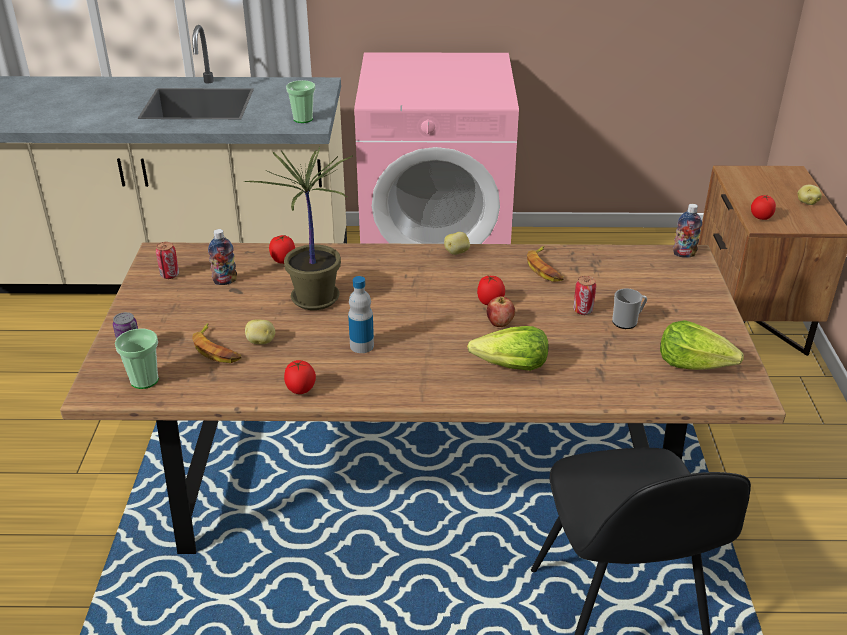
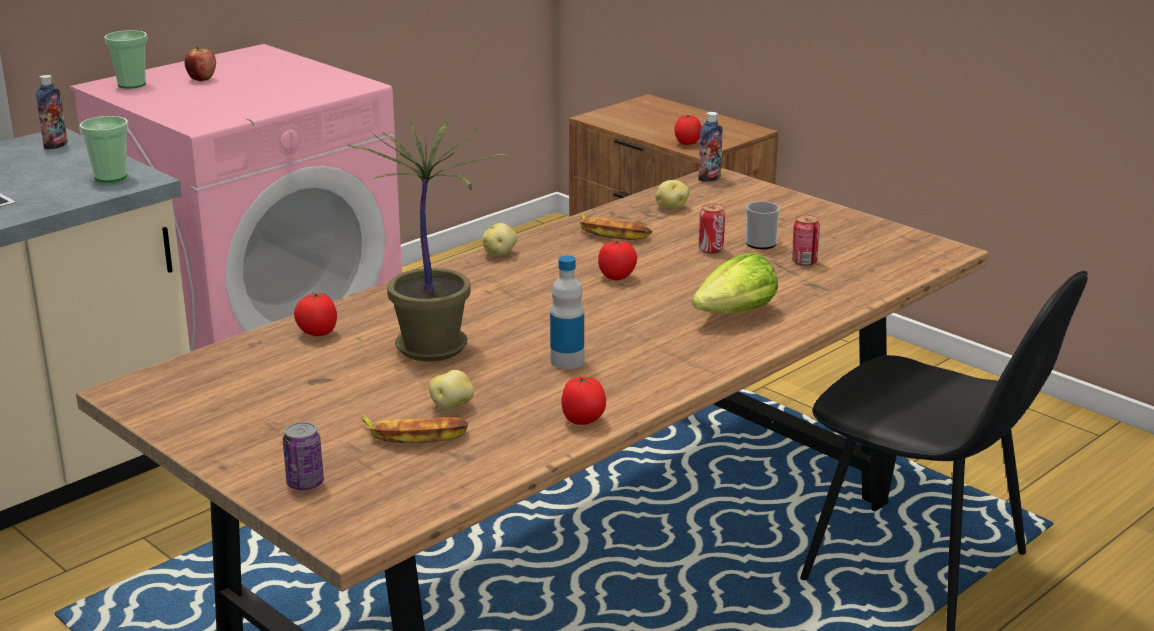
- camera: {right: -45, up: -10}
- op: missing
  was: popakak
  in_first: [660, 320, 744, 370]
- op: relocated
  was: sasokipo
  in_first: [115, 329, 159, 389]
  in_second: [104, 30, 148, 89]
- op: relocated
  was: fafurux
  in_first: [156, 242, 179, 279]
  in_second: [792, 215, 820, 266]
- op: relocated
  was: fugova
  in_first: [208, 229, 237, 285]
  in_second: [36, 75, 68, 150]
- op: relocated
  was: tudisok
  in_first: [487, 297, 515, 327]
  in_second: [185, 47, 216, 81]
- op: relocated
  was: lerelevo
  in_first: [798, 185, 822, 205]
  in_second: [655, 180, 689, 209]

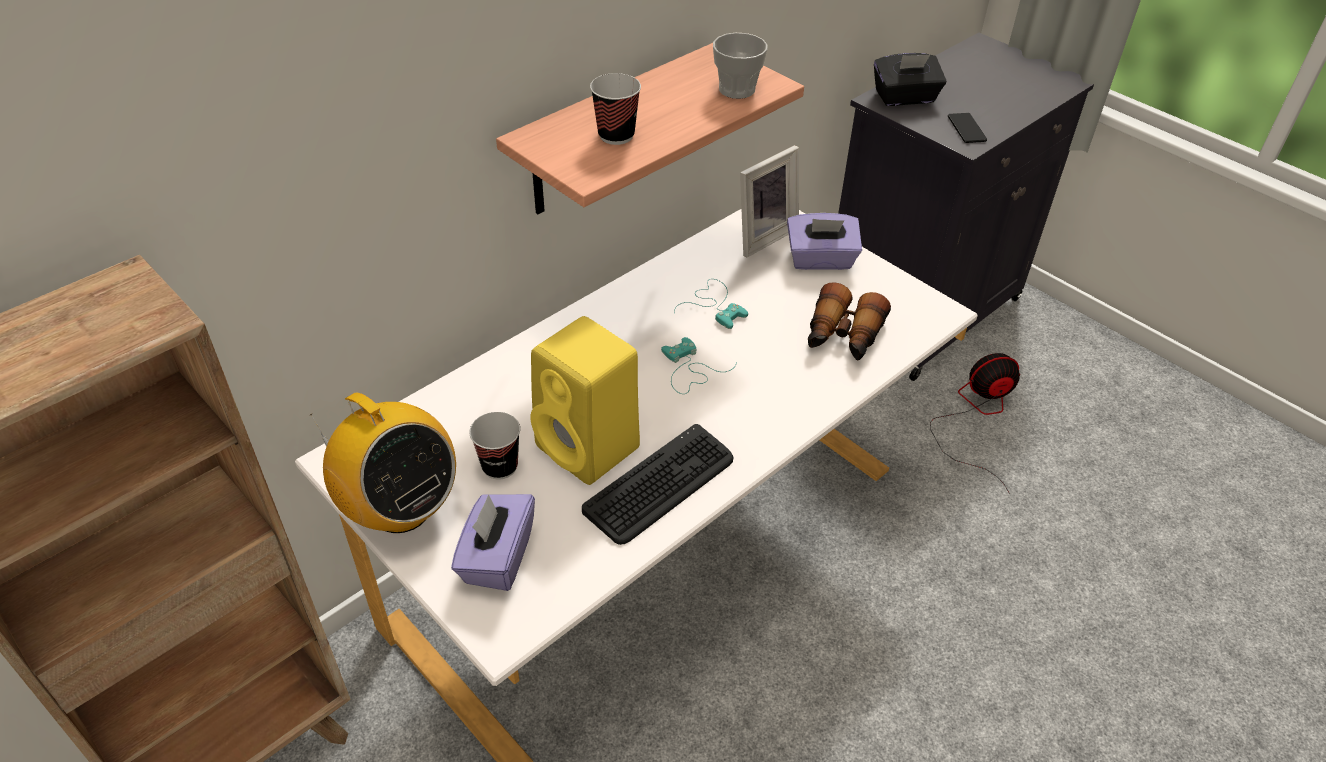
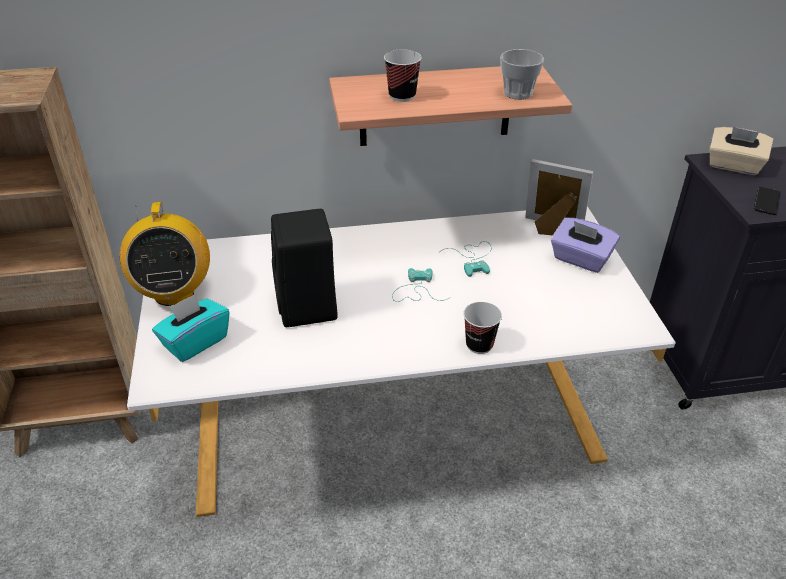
- camera: {right: 35, up: -5}
- op: missing
  was: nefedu
  in_first: [582, 424, 734, 545]
- op: missing
  was: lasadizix
  in_first: [808, 282, 891, 361]
- op: missing
  was: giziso
  in_first: [930, 353, 1020, 494]
- op: relocated
  was: sasokipo
  in_first: [469, 412, 520, 480]
  in_second: [463, 302, 502, 354]
- op: colour
  was: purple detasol
  now: turquoise detasol
  in_first: [451, 494, 535, 591]
  in_second: [152, 293, 229, 362]
- op: colour
  was: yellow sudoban
  now: black sudoban
  in_first: [530, 316, 640, 485]
  in_second: [271, 209, 338, 327]
- op: colour
  was: black detasol
  now: beige detasol
  in_first: [874, 53, 946, 106]
  in_second: [709, 127, 773, 175]
- op: spun
  was: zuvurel
  in_first: [740, 145, 799, 257]
  in_second: [525, 159, 593, 236]
  clockwise: -150

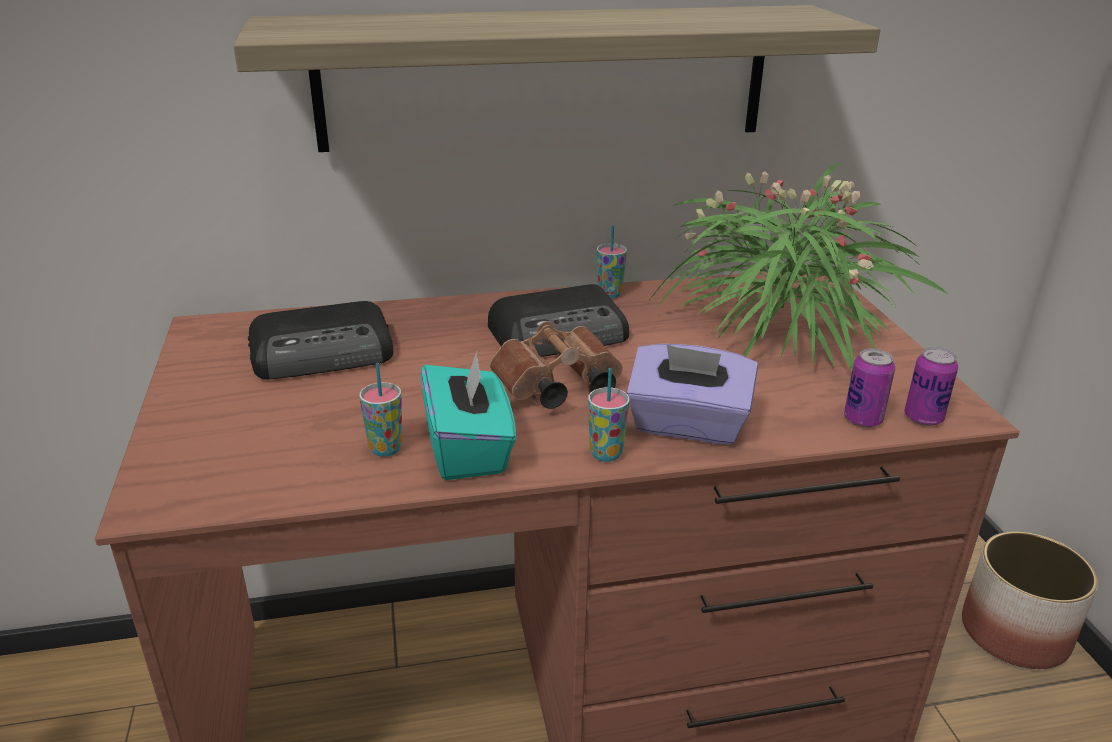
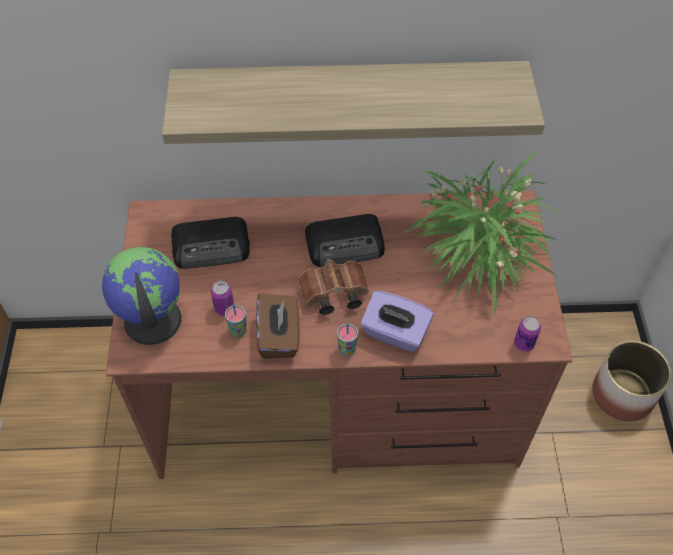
- camera: {right: 10, up: 25}
- op: missing
  was: sasokipo
  in_first: [597, 225, 627, 298]
- op: appeared
  now: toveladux
  in_second: [102, 247, 181, 345]
- op: relocated
  was: fafurux
  in_first: [844, 349, 895, 427]
  in_second: [211, 281, 234, 316]
- op: colour
  was: turquoise detasol
  now: brown detasol
  in_first: [421, 352, 516, 480]
  in_second: [256, 293, 299, 359]

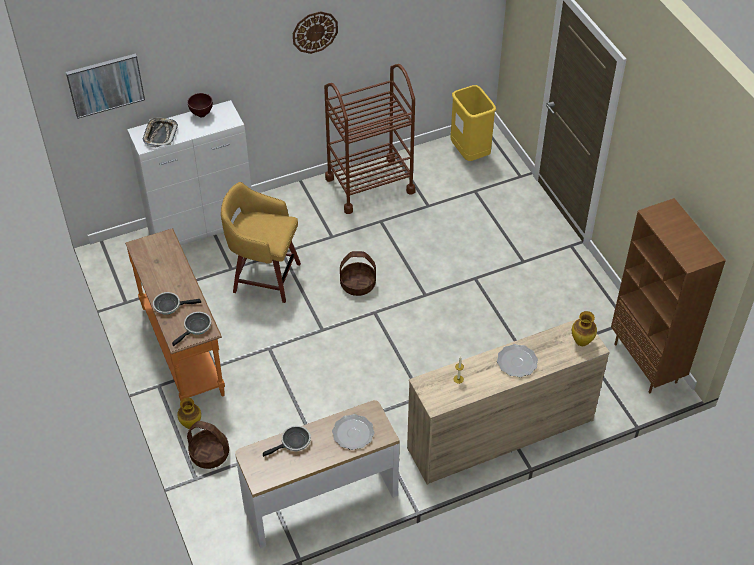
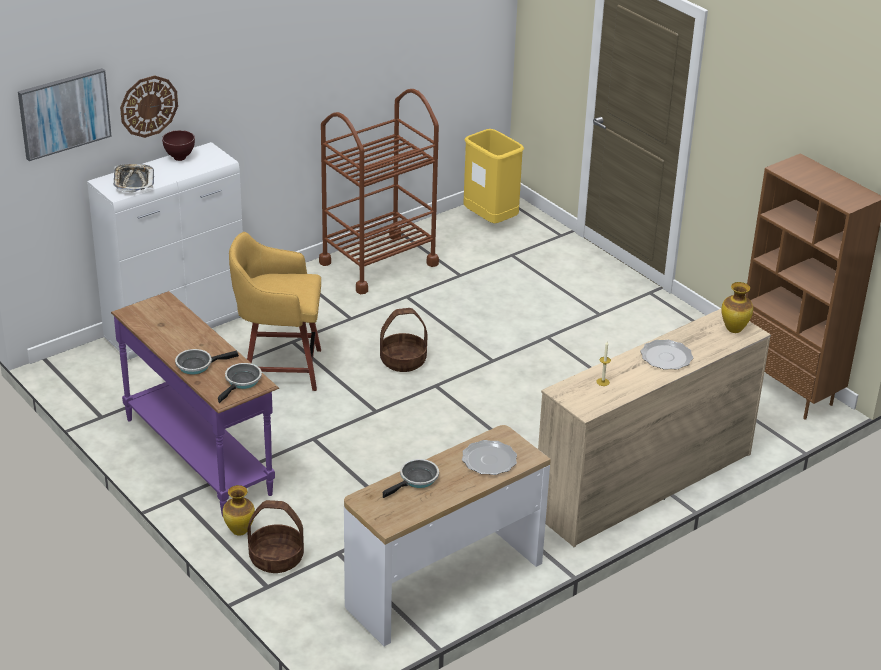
- camera: {right: -15, up: -15}
- op: relocated
  was: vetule
  in_first: [293, 11, 338, 54]
  in_second: [120, 75, 178, 138]
- op: colour
  was: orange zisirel
  now: purple zisirel
  in_first: [125, 228, 225, 401]
  in_second: [111, 291, 279, 516]

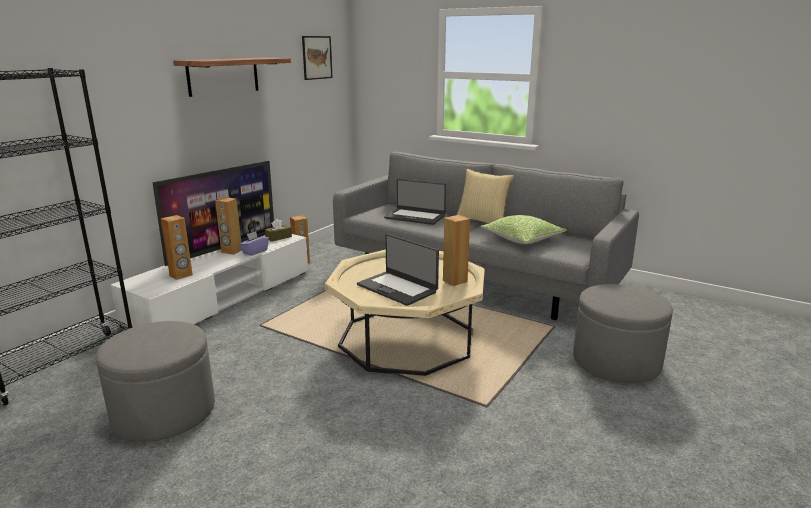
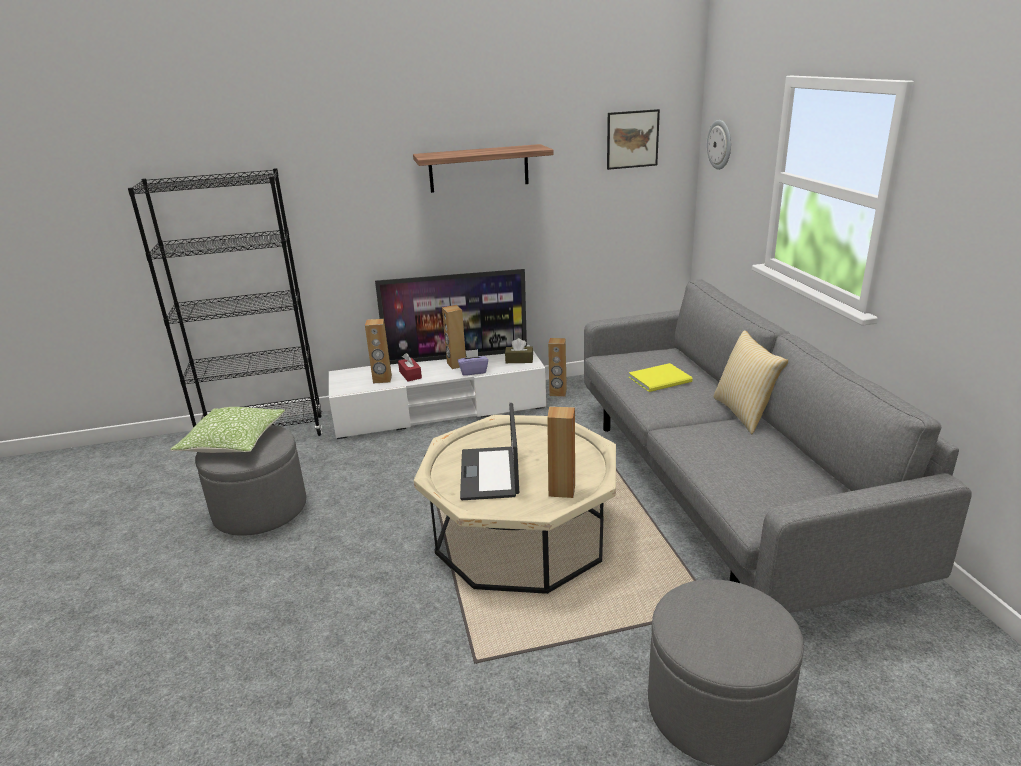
- camera: {right: 45, up: 5}
- op: appeared
  now: red detasol
  in_second: [398, 353, 422, 381]
- op: appeared
  now: vetule
  in_second: [707, 120, 731, 170]
- op: relocated
  was: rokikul
  in_first: [480, 215, 567, 244]
  in_second: [171, 407, 285, 453]
- op: exchanged
  was: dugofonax
  now: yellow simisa
  in_first: [384, 179, 446, 225]
  in_second: [629, 363, 693, 392]

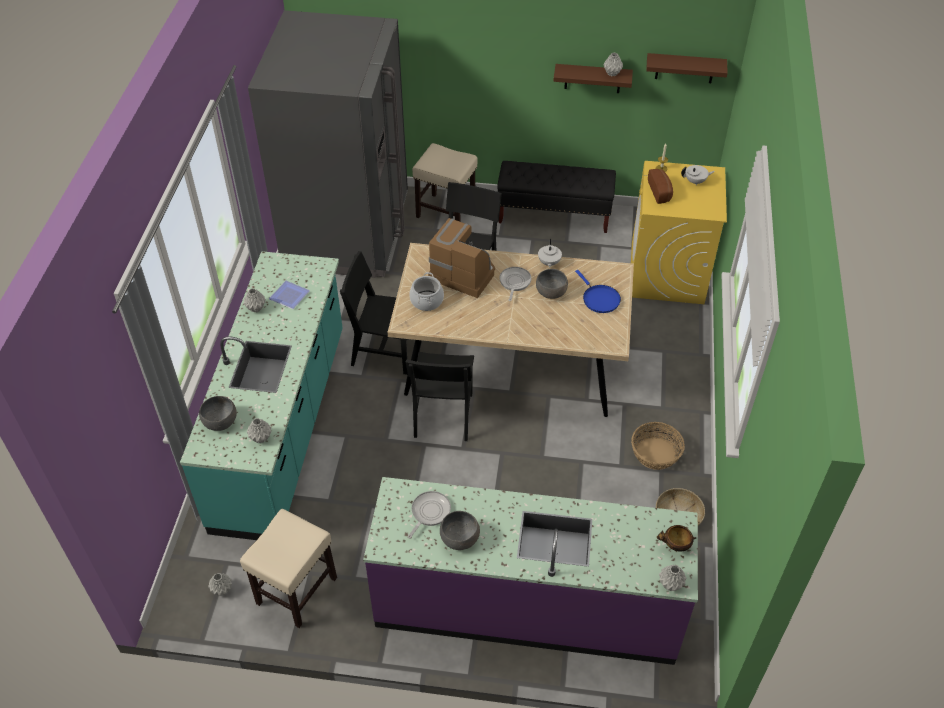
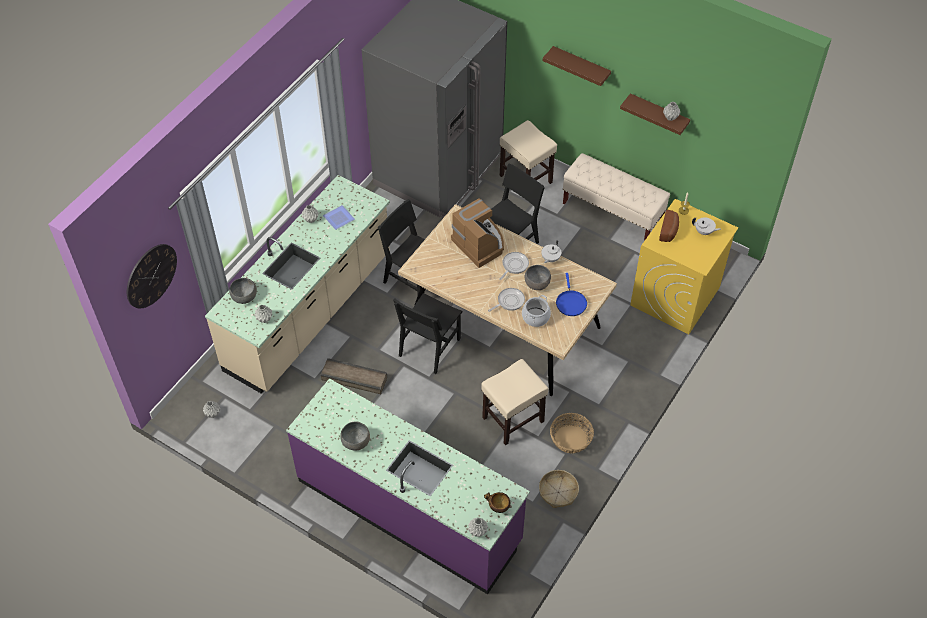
- camera: {right: 25, up: 5}
- op: appeared
  now: vetule
  in_second: [127, 244, 177, 309]
- op: appeared
  now: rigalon
  in_second: [321, 358, 387, 394]
- op: relocated
  was: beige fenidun
  in_first: [240, 509, 337, 628]
  in_second: [481, 359, 549, 445]
- op: relocated
  was: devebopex
  in_first: [408, 491, 451, 538]
  in_second: [488, 288, 525, 312]
- op: relocated
  was: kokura
  in_first: [409, 272, 444, 311]
  in_second: [522, 295, 551, 327]
- op: relocated
  was: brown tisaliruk
  in_first: [646, 53, 728, 83]
  in_second: [543, 46, 611, 86]
- op: colour
  was: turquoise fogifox
  now: beige fogifox
  in_first: [180, 251, 343, 540]
  in_second: [205, 175, 390, 394]
- op: colour
  was: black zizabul
  now: beige zizabul
  in_first: [497, 161, 616, 233]
  in_second: [563, 153, 670, 240]

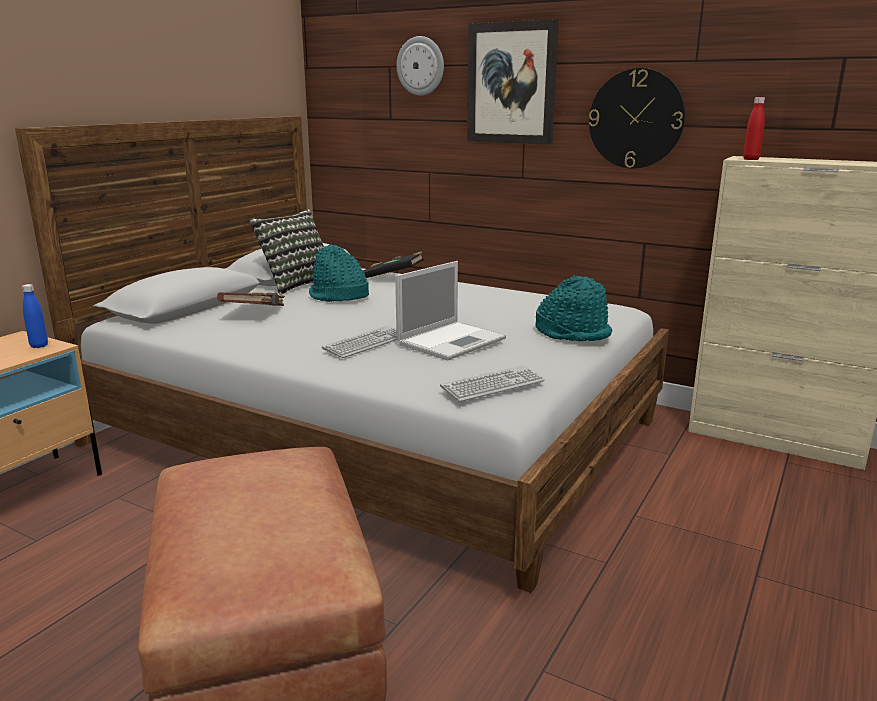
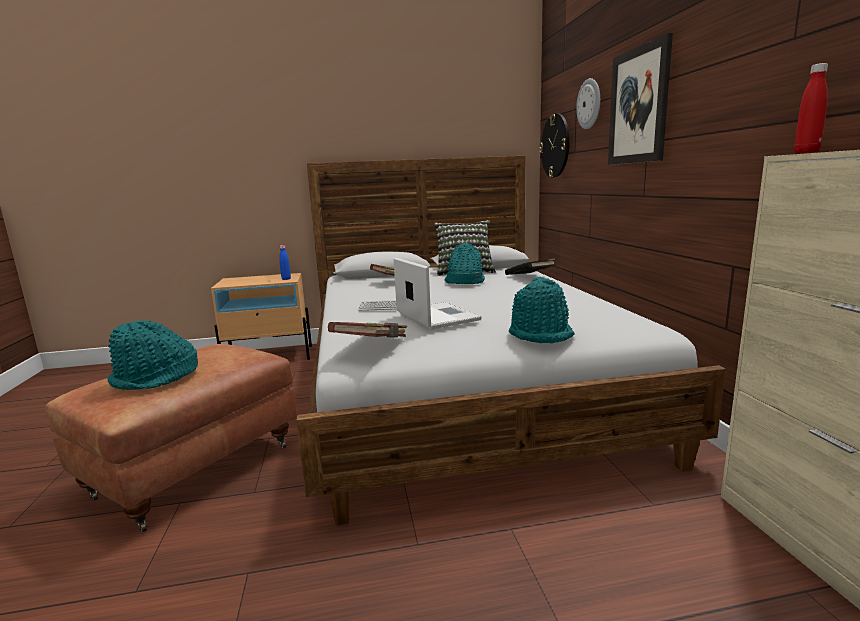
- camera: {right: 50, up: -5}
- op: appeared
  now: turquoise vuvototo
  in_second: [108, 320, 198, 390]
- op: relocated
  was: vetule
  in_first: [589, 68, 685, 169]
  in_second: [539, 113, 570, 178]
- op: exchanged
  was: nefedu
  now: brown simisa
  in_first: [440, 365, 545, 402]
  in_second: [328, 322, 407, 338]
- op: spun
  was: dugofonax
  in_first: [395, 261, 506, 361]
  in_second: [394, 258, 482, 330]
  clockwise: -120

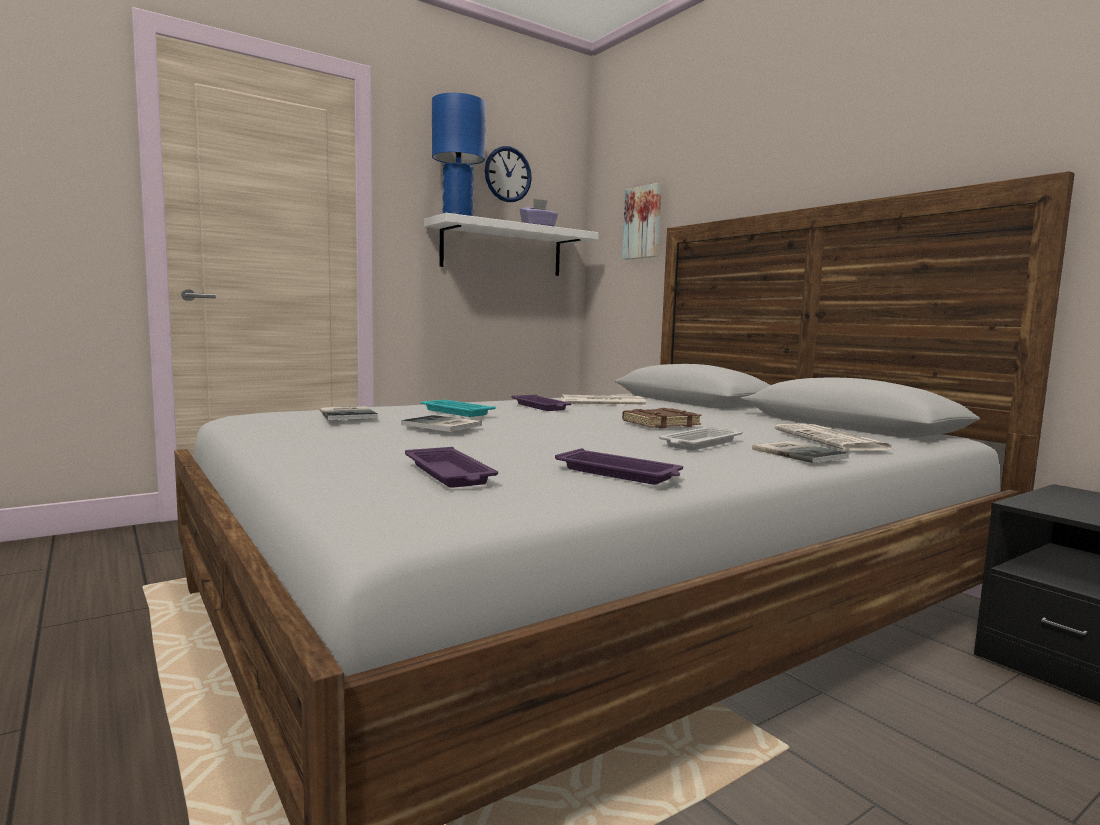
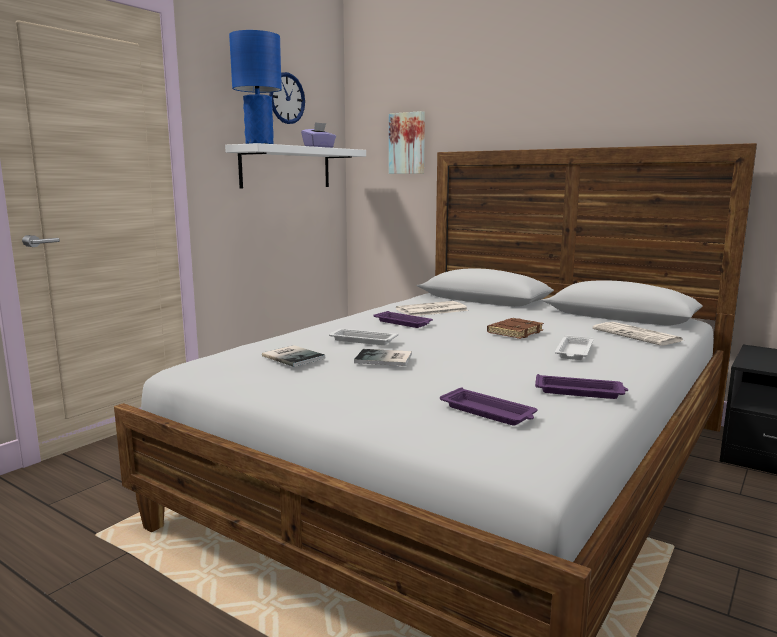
- camera: {right: -20, up: 5}
- op: missing
  was: simisa
  in_first: [752, 441, 849, 463]
- op: colour
  was: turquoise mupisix
  now: white mupisix
  in_first: [420, 400, 496, 417]
  in_second: [329, 329, 399, 345]

